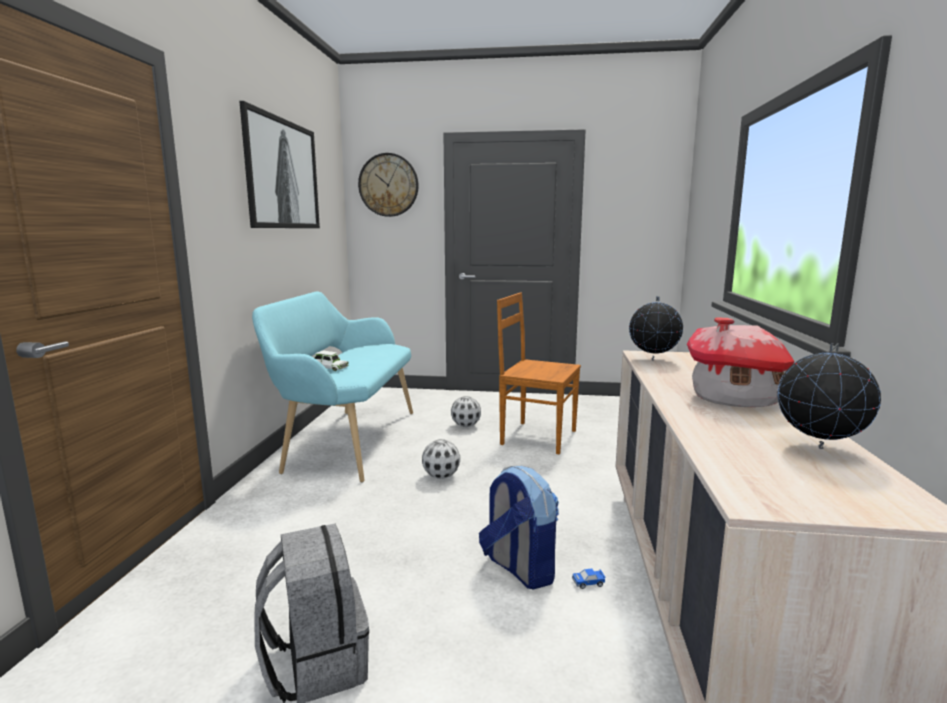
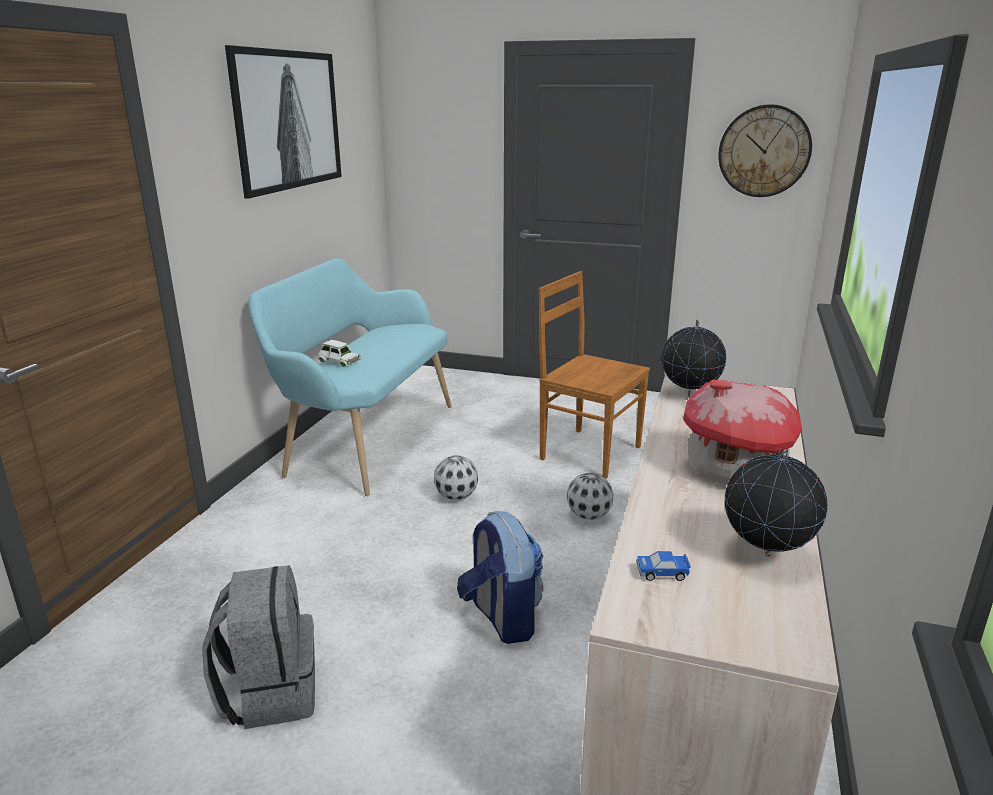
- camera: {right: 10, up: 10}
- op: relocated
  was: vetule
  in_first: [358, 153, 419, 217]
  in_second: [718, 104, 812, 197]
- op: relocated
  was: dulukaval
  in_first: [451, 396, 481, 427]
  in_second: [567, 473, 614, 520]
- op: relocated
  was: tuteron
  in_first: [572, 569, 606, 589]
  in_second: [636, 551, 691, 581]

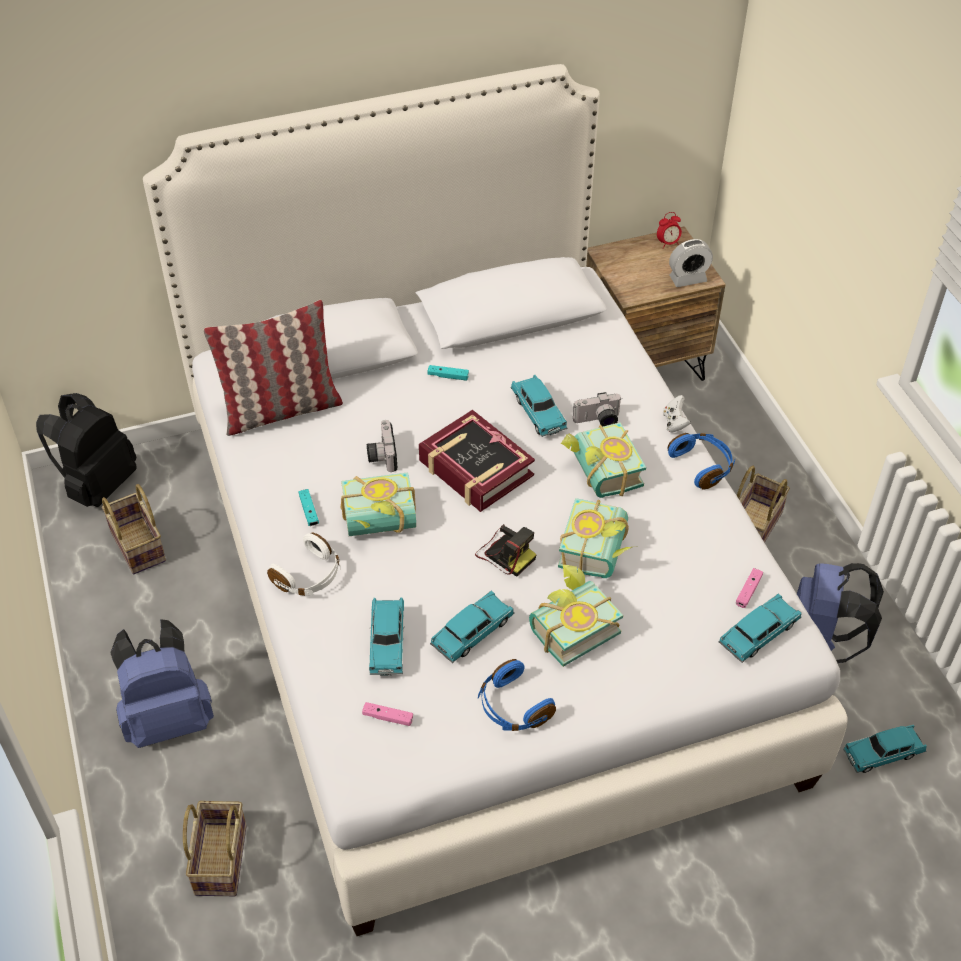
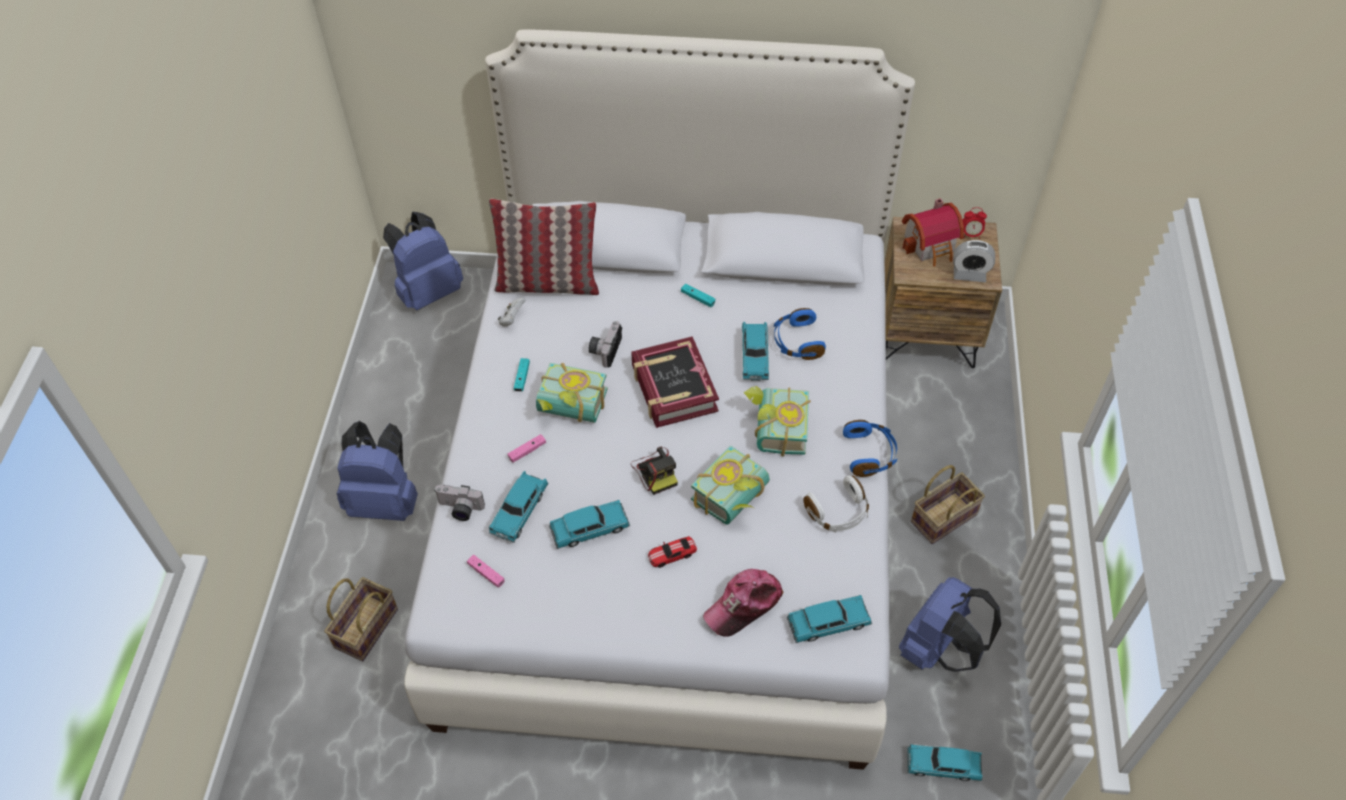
- camera: {right: 25, up: 5}
- op: missing
  was: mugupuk
  in_first: [102, 484, 166, 574]
- op: appeared
  now: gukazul
  in_second: [703, 569, 783, 637]
- op: appeared
  now: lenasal
  in_second: [902, 198, 964, 267]
- op: relocated
  was: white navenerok
  in_first: [267, 532, 341, 596]
  in_second: [804, 475, 869, 533]
- op: relocated
  was: blue navenerok
  in_first: [478, 659, 556, 731]
  in_second: [774, 308, 826, 360]
- op: relocated
  was: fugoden
  in_first: [573, 392, 621, 427]
  in_second: [434, 485, 485, 521]
- op: relocated
  was: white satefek
  in_first: [663, 395, 691, 432]
  in_second: [498, 297, 526, 326]
- op: relocated
  was: pink satefek
  in_first: [736, 568, 763, 608]
  in_second: [508, 434, 546, 463]
- op: exchanged
  was: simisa
  now: tuteron
  in_first: [529, 565, 623, 667]
  in_second: [648, 536, 697, 568]
- op: colour
  was: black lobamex
  now: blue lobamex
  in_first: [36, 393, 137, 507]
  in_second: [383, 212, 463, 310]

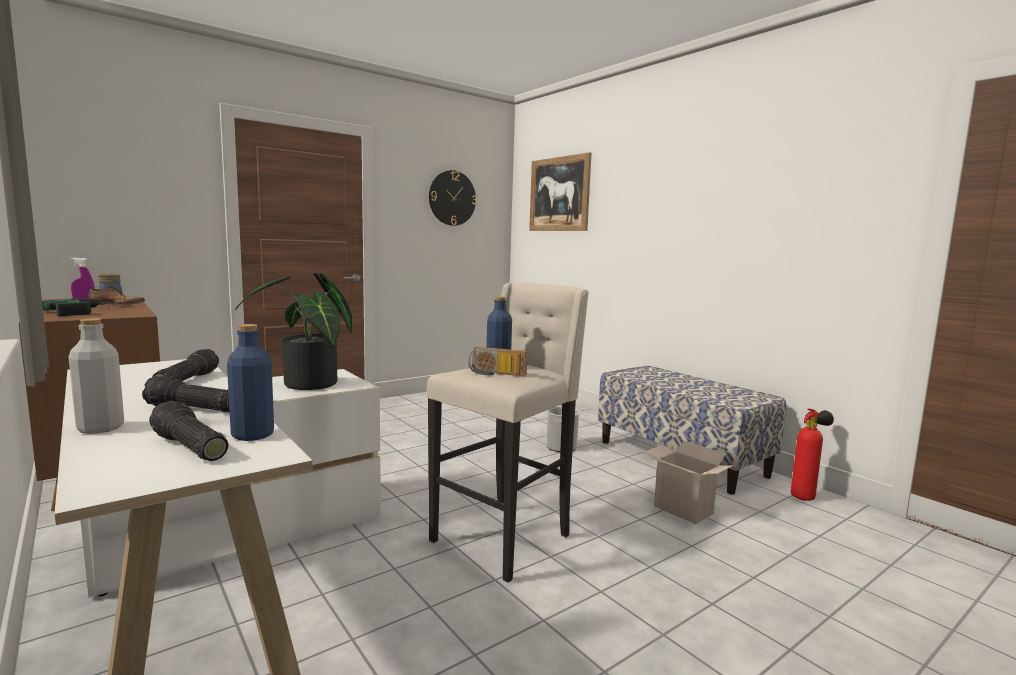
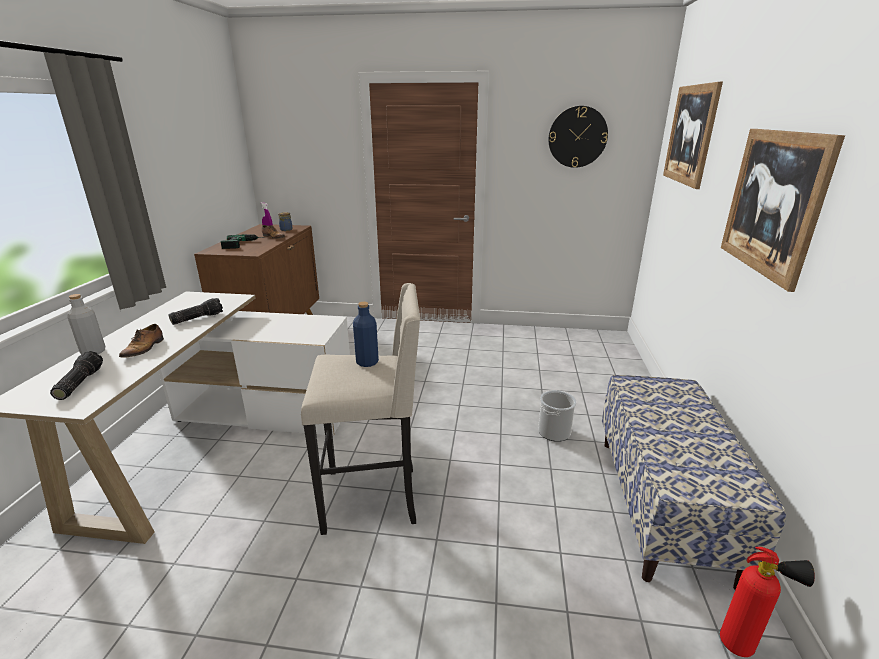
- camera: {right: 45, up: 15}
- op: missing
  was: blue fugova
  in_first: [227, 324, 274, 441]
- op: missing
  was: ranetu
  in_first: [235, 273, 352, 390]
- op: missing
  was: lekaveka
  in_first: [469, 347, 527, 377]
- op: missing
  was: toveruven
  in_first: [644, 441, 735, 524]
- op: appeared
  now: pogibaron
  in_second: [721, 129, 845, 292]
- op: exchanged
  was: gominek
  now: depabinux
  in_first: [142, 376, 230, 412]
  in_second: [119, 324, 164, 357]

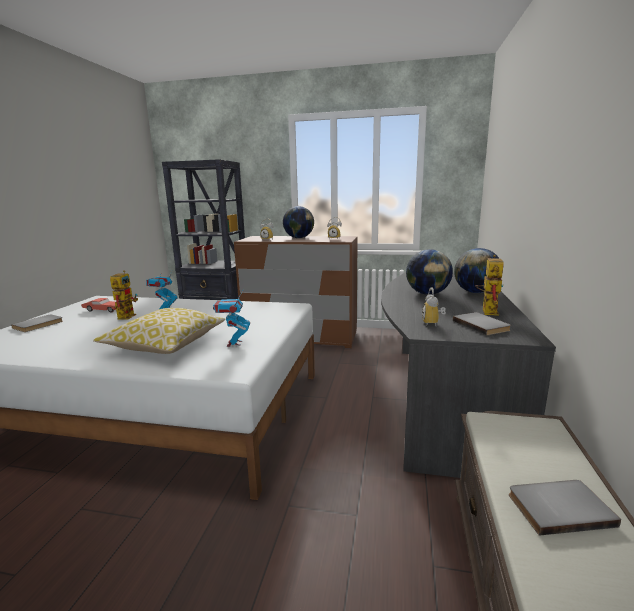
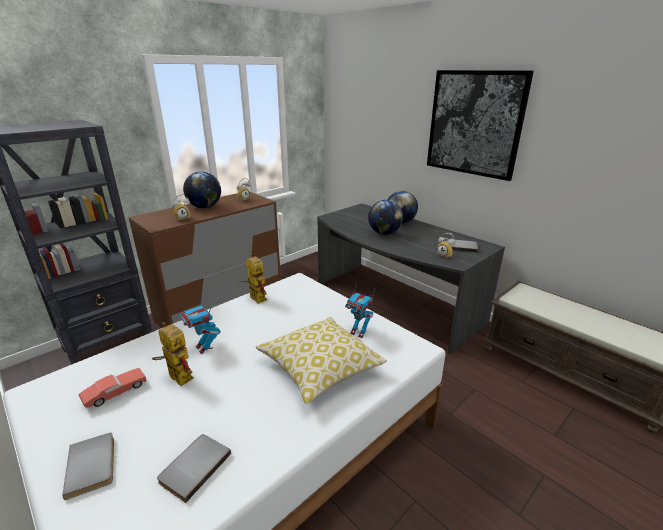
- camera: {right: -55, up: 10}
- op: appeared
  now: pogibaron
  in_second: [427, 70, 534, 181]
- op: relocated
  was: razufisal
  in_first: [475, 255, 503, 316]
  in_second: [239, 254, 267, 304]
- op: relocated
  was: grey simisa
  in_first: [509, 480, 621, 536]
  in_second: [157, 434, 231, 503]

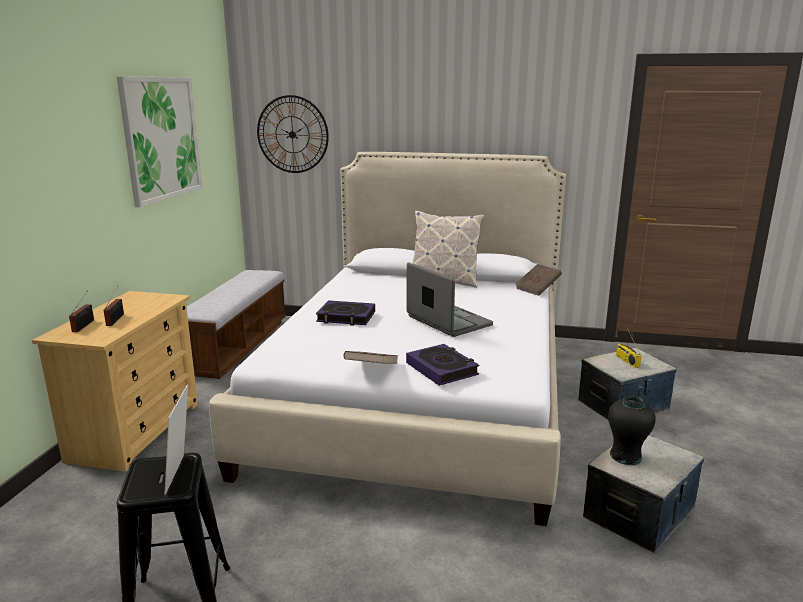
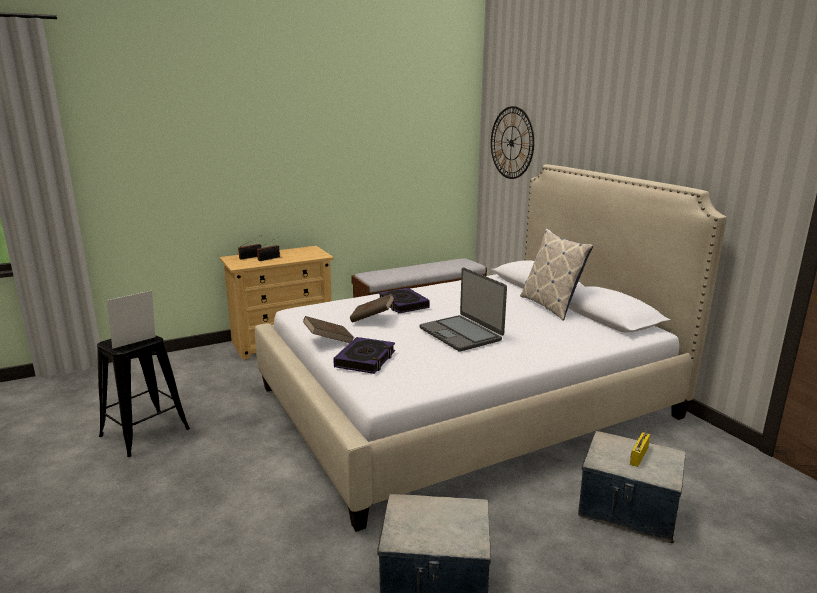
- camera: {right: 50, up: 0}
- op: missing
  was: pogibaron
  in_first: [117, 76, 202, 207]
- op: missing
  was: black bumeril
  in_first: [608, 395, 656, 465]
- op: relocated
  was: brown simisa
  in_first: [516, 264, 562, 296]
  in_second: [350, 294, 394, 323]
- op: spun
  was: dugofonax
  in_first: [407, 262, 493, 337]
  in_second: [419, 267, 507, 352]
  clockwise: 135

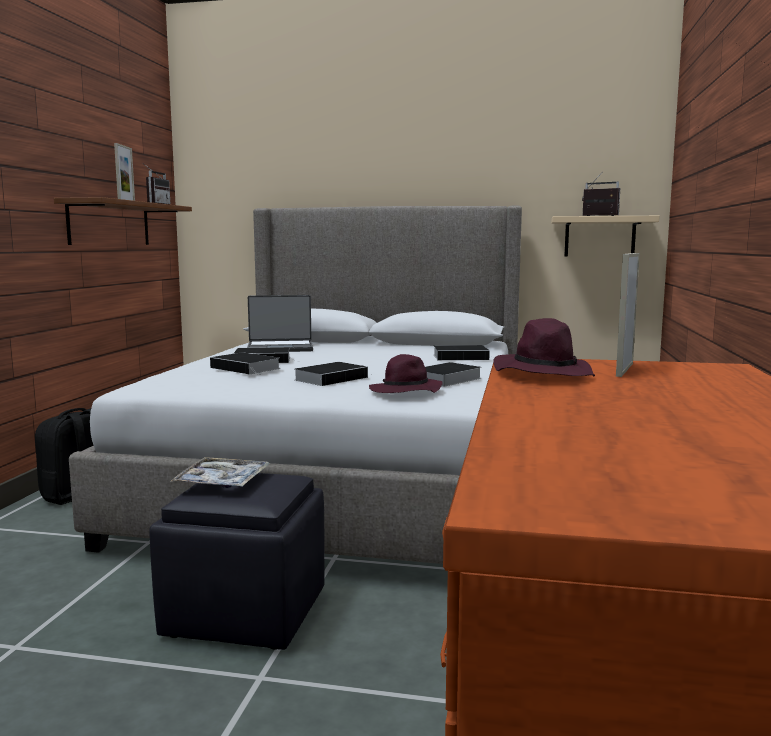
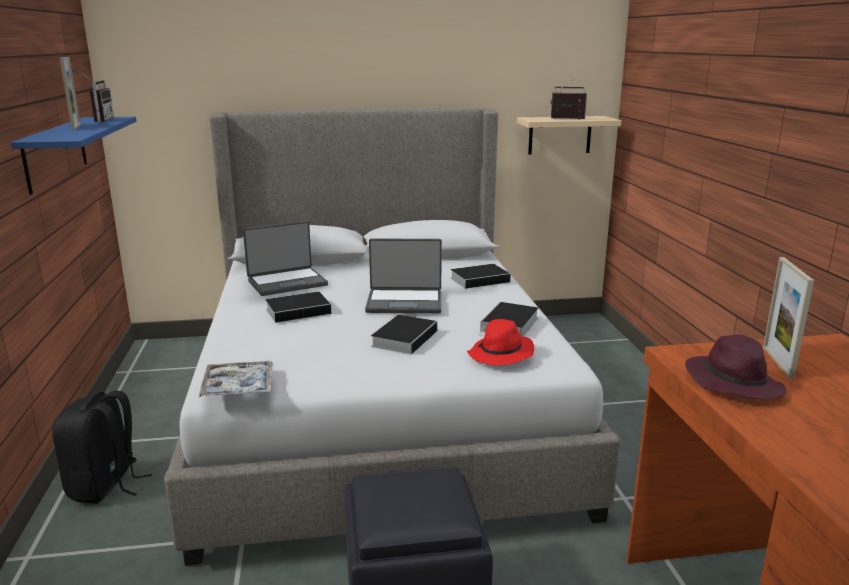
- camera: {right: -20, up: 10}
- op: missing
  was: simisa
  in_first: [210, 352, 281, 375]
- op: appeared
  now: dugofonax
  in_second: [365, 238, 442, 313]
- op: relocated
  was: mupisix
  in_first: [170, 457, 269, 488]
  in_second: [199, 361, 273, 397]
- op: colour
  was: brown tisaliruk
  now: blue tisaliruk
  in_first: [54, 197, 192, 245]
  in_second: [10, 117, 137, 195]
- op: colour
  was: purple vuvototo
  now: red vuvototo
  in_first: [369, 354, 443, 393]
  in_second: [467, 319, 534, 365]

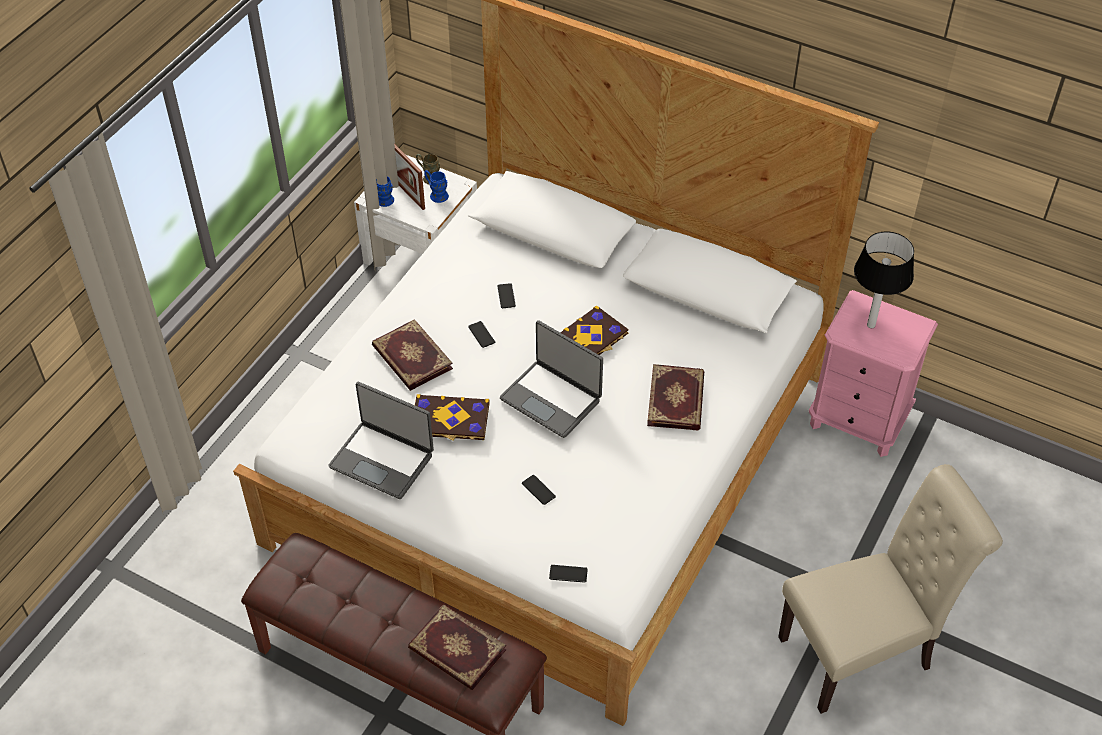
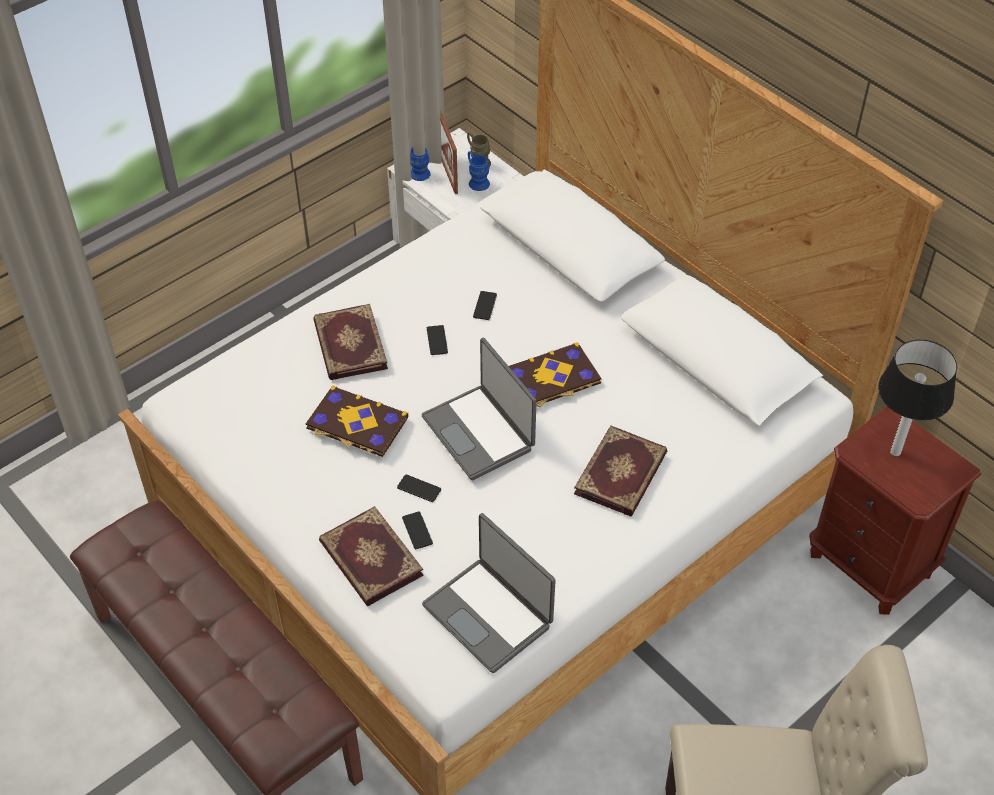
- camera: {right: 20, up: 0}
- op: relocated
  was: dugofonax
  in_first: [328, 382, 434, 499]
  in_second: [422, 513, 556, 673]
- op: relocated
  was: simisa
  in_first: [408, 604, 506, 690]
  in_second: [319, 506, 424, 606]
- op: relocated
  was: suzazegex
  in_first: [549, 565, 588, 583]
  in_second: [397, 474, 441, 502]
- op: colour
  was: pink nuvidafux
  now: brown nuvidafux
  in_first: [809, 290, 938, 457]
  in_second: [809, 406, 981, 615]

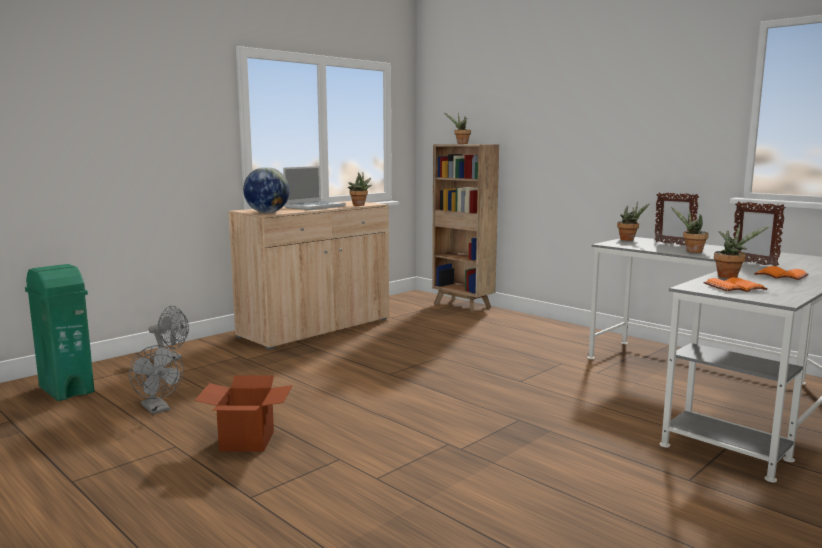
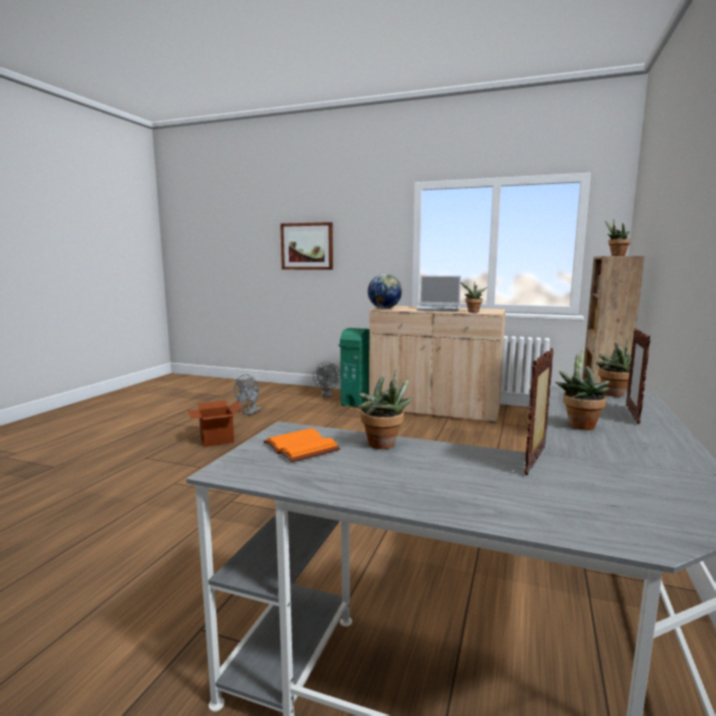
- camera: {right: 65, up: 0}
- op: missing
  was: orange simisa
  in_first: [754, 266, 809, 280]
- op: appeared
  now: pogibaron
  in_second: [280, 222, 333, 270]
- op: relocated
  was: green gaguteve
  in_first: [25, 264, 94, 401]
  in_second: [339, 328, 369, 408]

